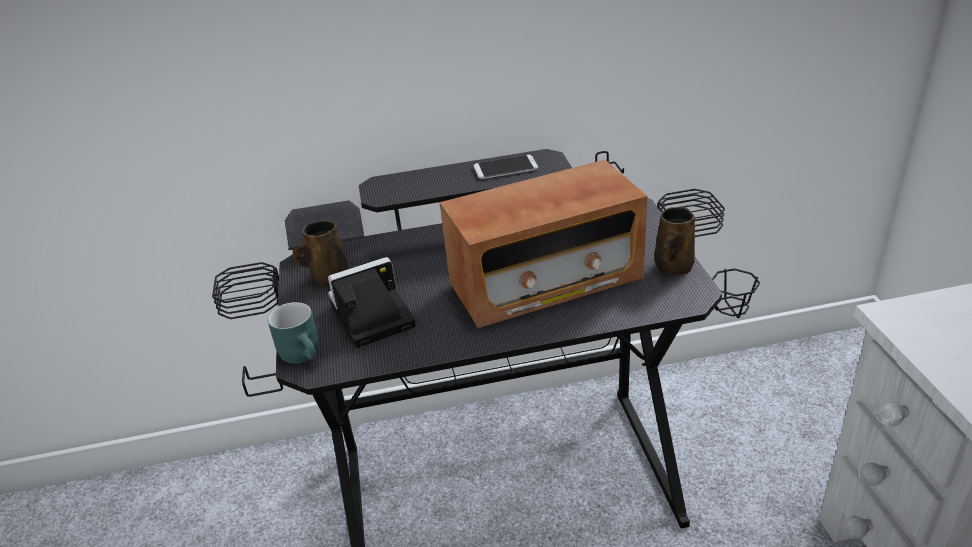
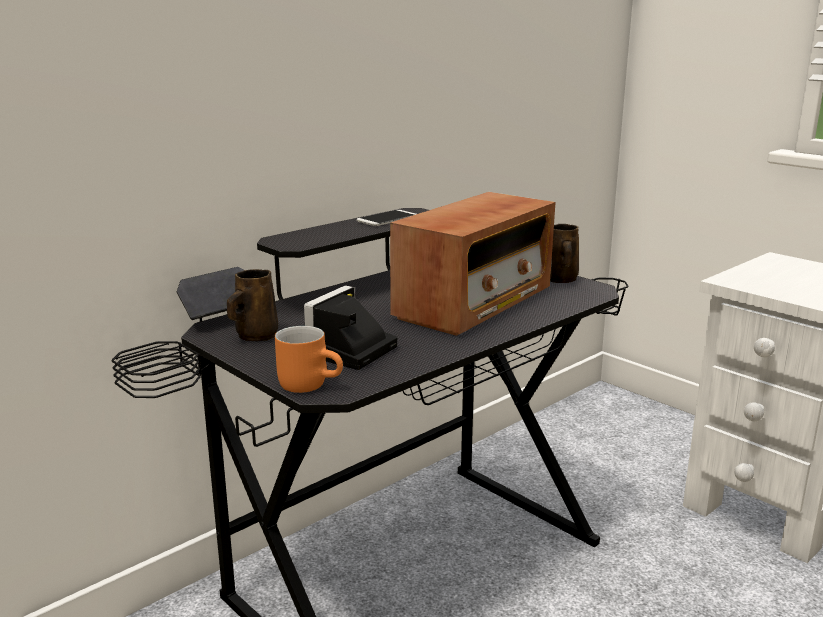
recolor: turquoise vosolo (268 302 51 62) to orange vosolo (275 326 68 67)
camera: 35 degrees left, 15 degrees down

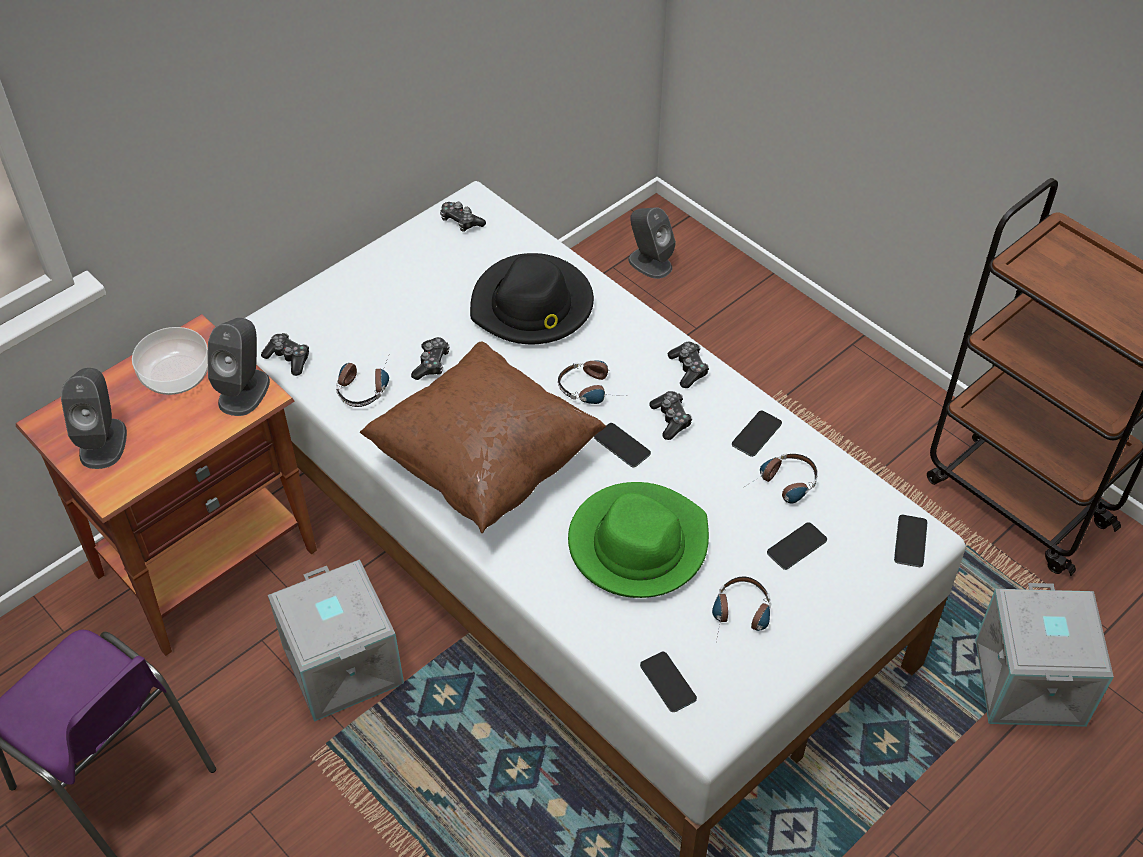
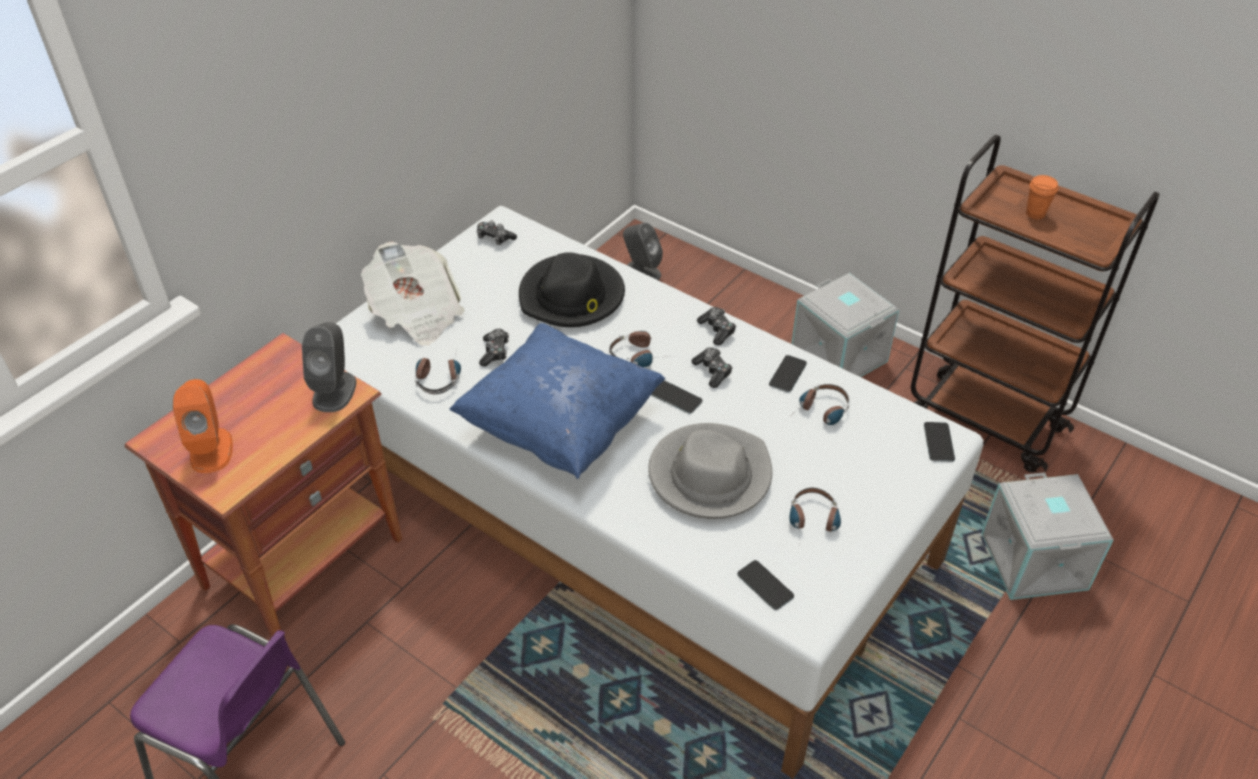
delete: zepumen (132 327 76 68); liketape (261 333 48 43); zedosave (767 522 60 48)
insert: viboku (361 242 104 103); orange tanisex (1026 175 32 44)
move: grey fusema (268 559 136 163) to (791 273 108 104)
recolor: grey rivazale (61 368 66 101) to orange rivazale (173 379 60 94); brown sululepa (360 342 246 191) to blue sululepa (449 323 217 156); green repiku (568 482 141 116) to grey repiku (648 423 124 96)
camera: 10 degrees left, 5 degrees down

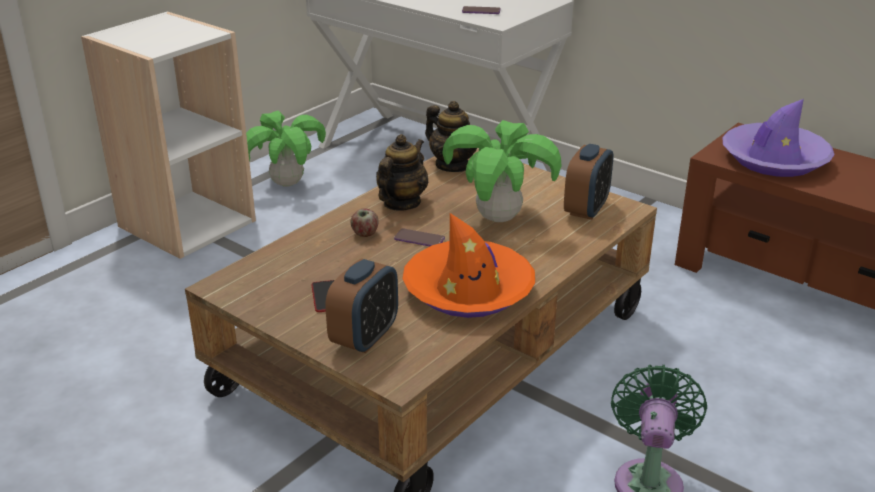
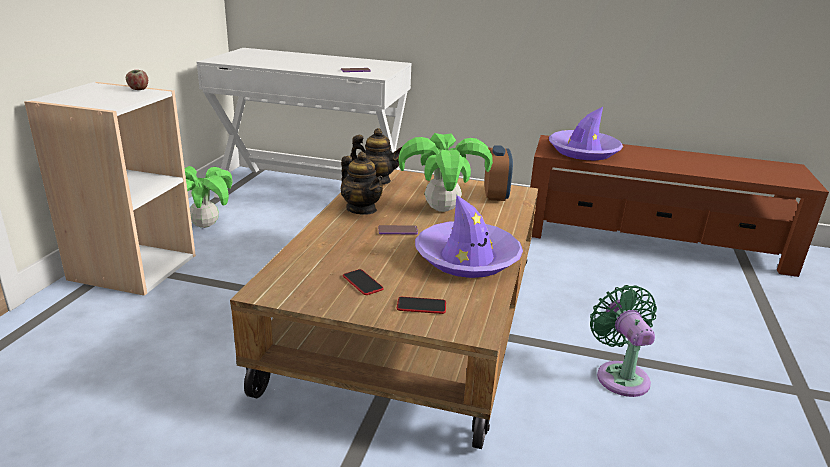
move: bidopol (350 208 29 29) to (126 70 22 20)
replace: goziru (325 259 73 94) to zedosave (397 297 49 17)
recolor: orange repiku (402 213 133 105) to purple repiku (415 195 108 83)
rotate: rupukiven (376 134 52 76) = (341 152 42 63) 135 degrees clockwise
camera: 25 degrees left, 5 degrees down

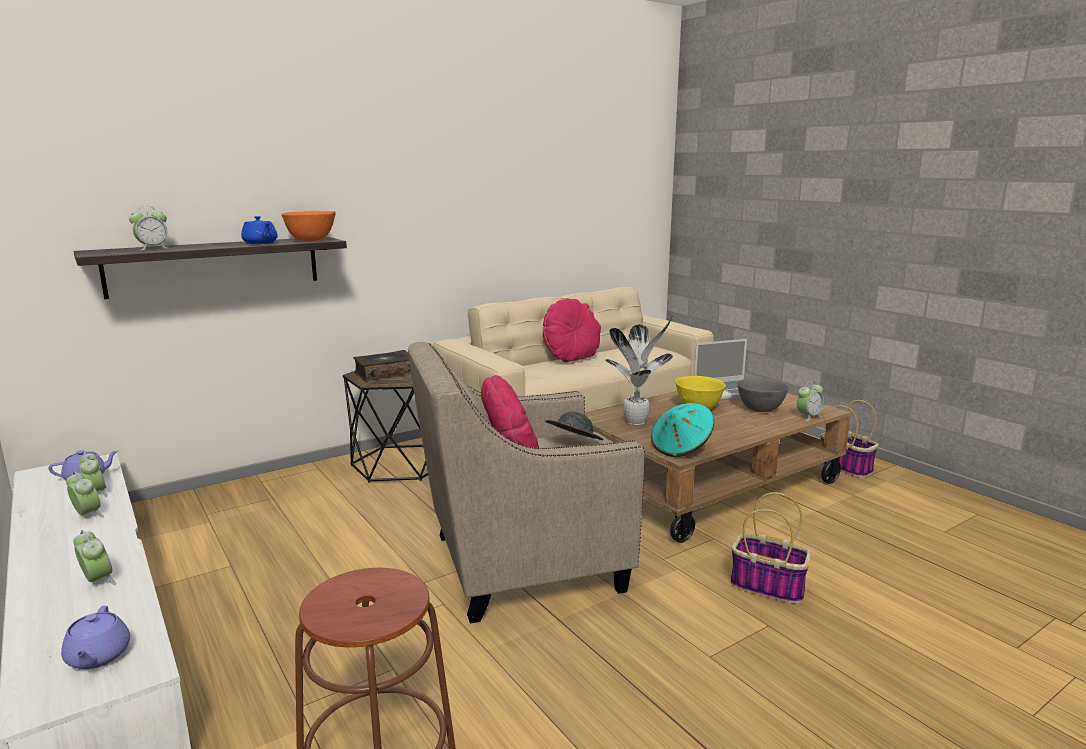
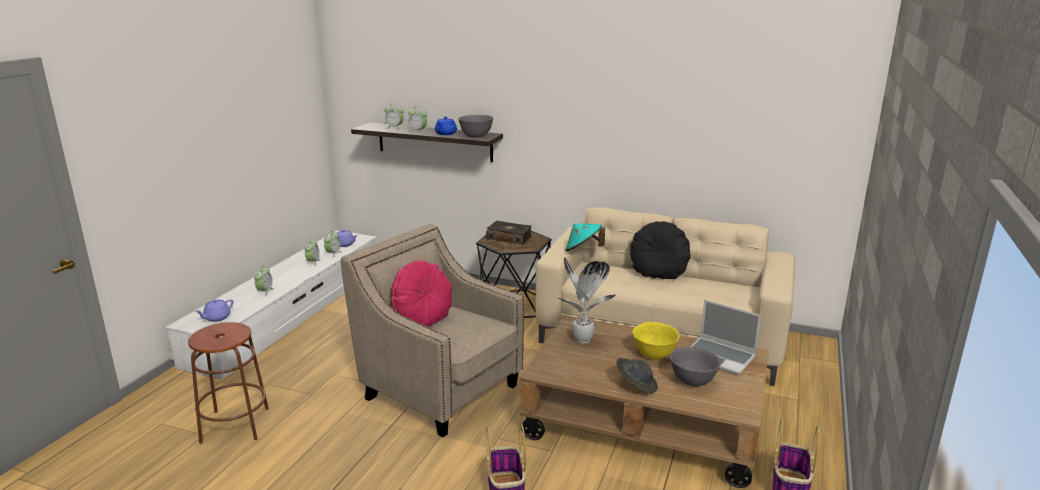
move: goziru (797 381 27 40) to (408 107 19 26); turquoise repiku (651 403 63 54) to (565 224 40 27); grey repiku (545 412 58 28) to (616 358 42 35)
recolor: orange zepumen (281 211 55 30) to grey zepumen (458 115 35 23); pink sululepa (543 298 58 64) to black sululepa (630 221 61 58)
camera: 55 degrees right, 5 degrees up

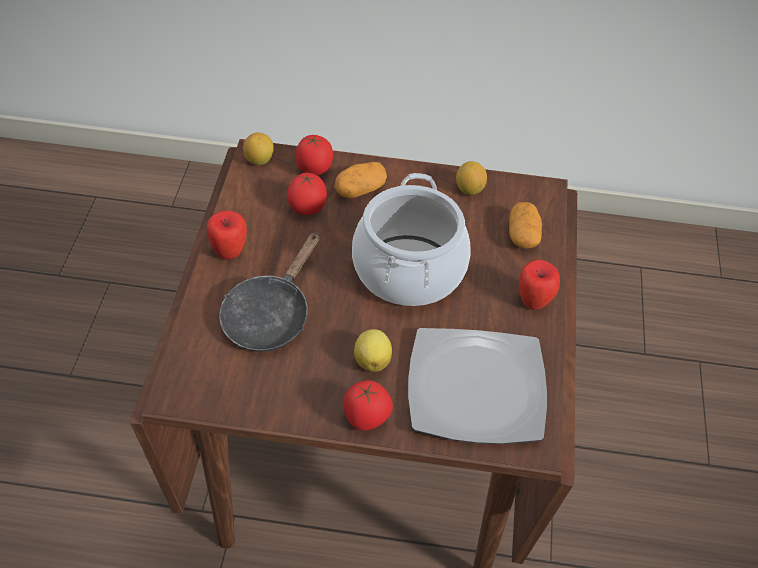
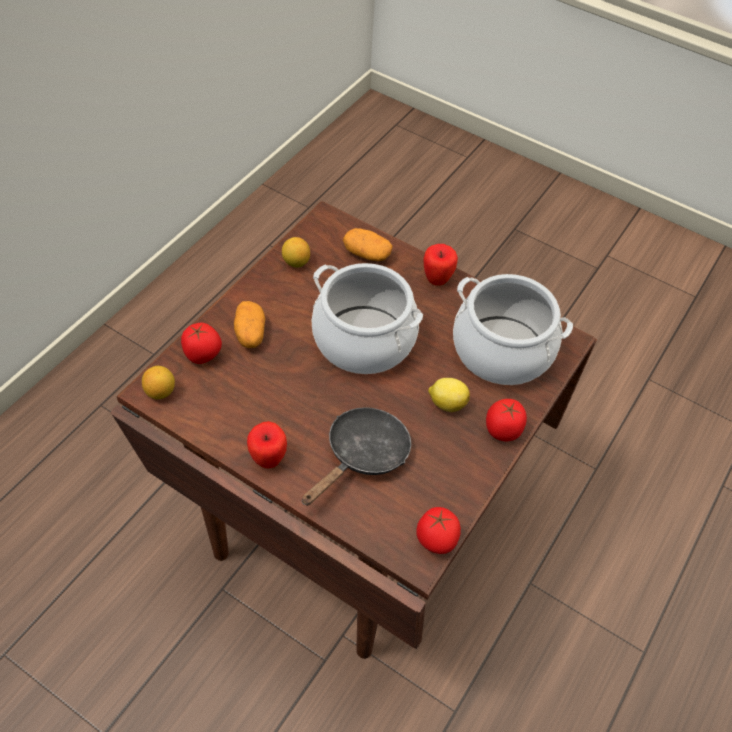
move: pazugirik (287 172 40 43) to (416 507 45 47)
replace: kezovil (408 328 139 116) to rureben (453 274 120 111)
rotate: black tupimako (219 232 101 120) = (302 407 109 99) 105 degrees counterclockwise
camera: 65 degrees left, 5 degrees up

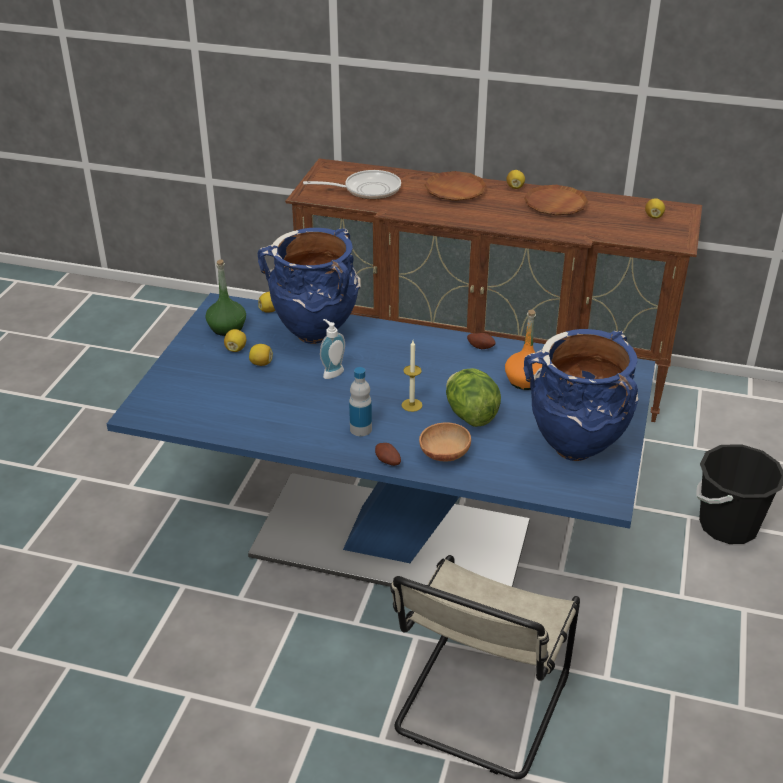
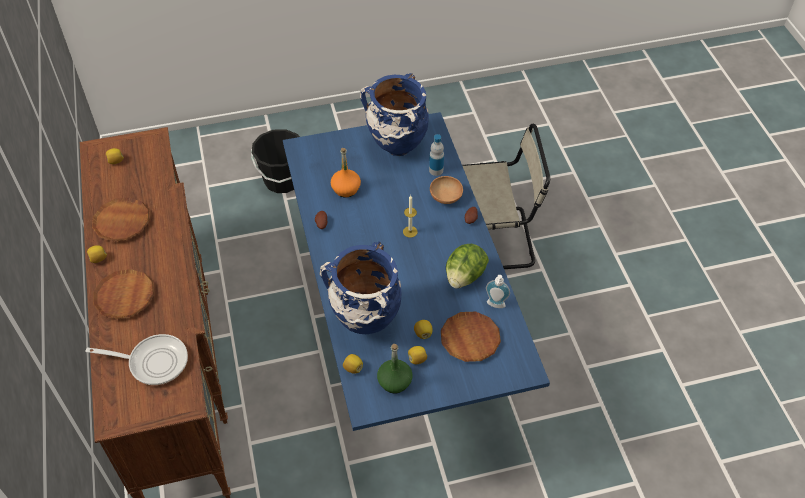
insert: brown kezovil (441 312 60 50)
move: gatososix (349 367 23 69) to (429 134 15 42); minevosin (446 368 55 59) to (446 244 43 44); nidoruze (320 319 25 60) to (486 275 24 33)
rotate: tupimako (303 170 98 29) = (85 334 103 51) 135 degrees clockwise
camera: 120 degrees left, 15 degrees up

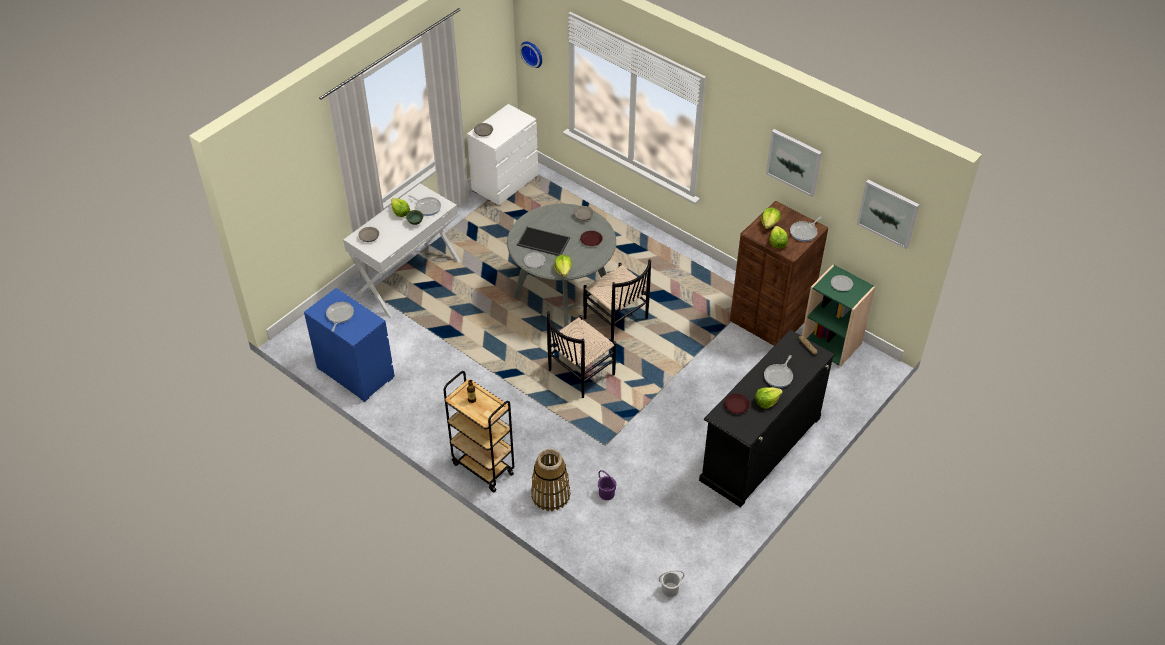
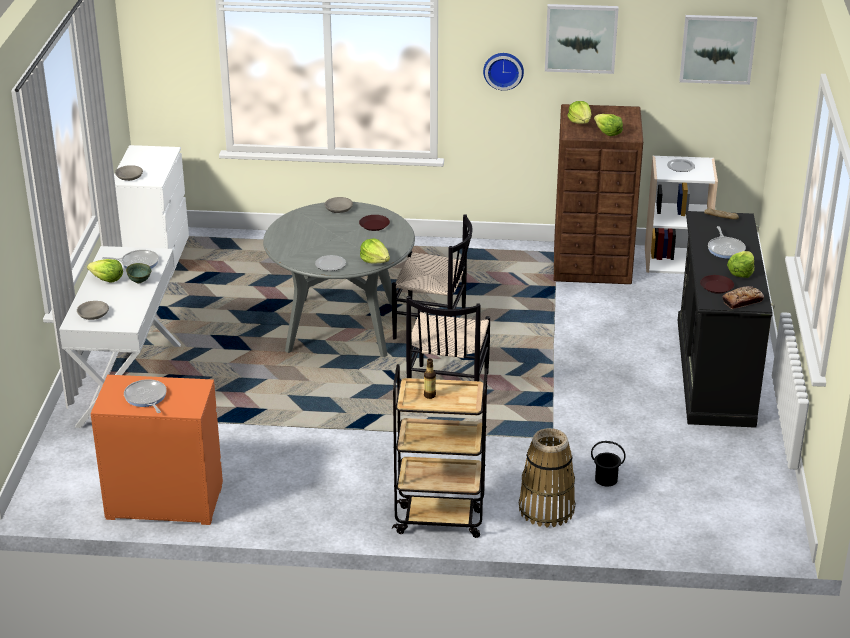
delete: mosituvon (517 227 53 29); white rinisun (659 570 25 27); tupimako (790 216 32 26)
insert: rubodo (722 286 42 23)
move: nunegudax (520 41 22 27) to (483 53 41 37)
recolor: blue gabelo (304 288 91 114) to orange gabelo (90 375 133 150); purple rinisun (598 470 18 30) to black rinisun (591 441 35 46); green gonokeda (802 264 74 103) to white gonokeda (645 156 73 118)
camera: 35 degrees left, 15 degrees down

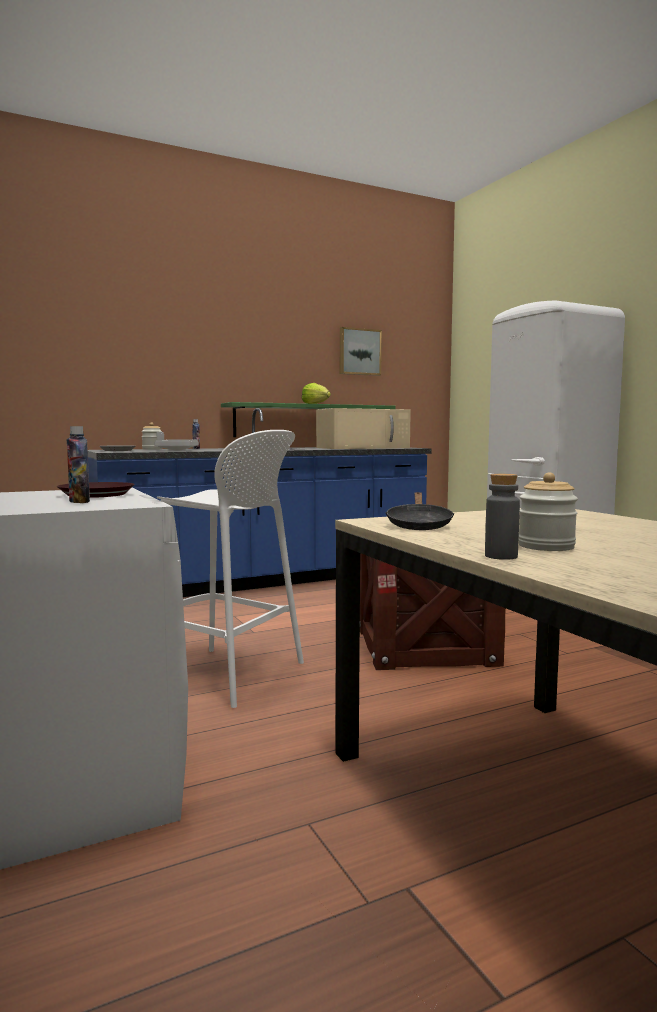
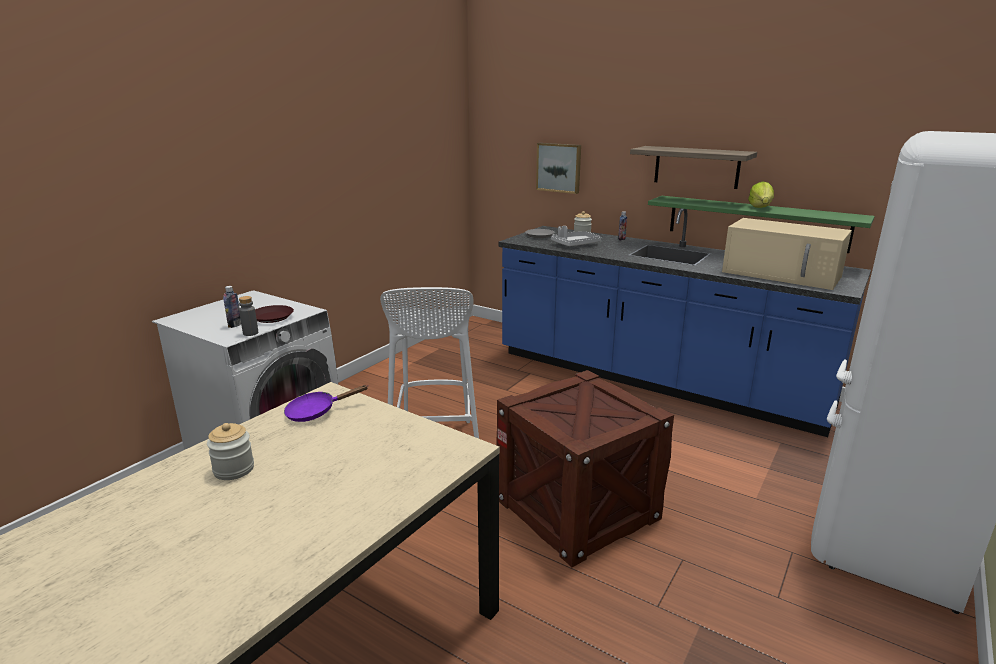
insert: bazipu (630 146 127 43)
move: grey gatososix (485 474 35 86) to (239 296 19 40); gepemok (340 327 42 49) to (536 143 45 51)
recolor: black tupimako (385 492 70 38) to purple tupimako (284 385 84 37)
camera: 60 degrees right, 15 degrees up

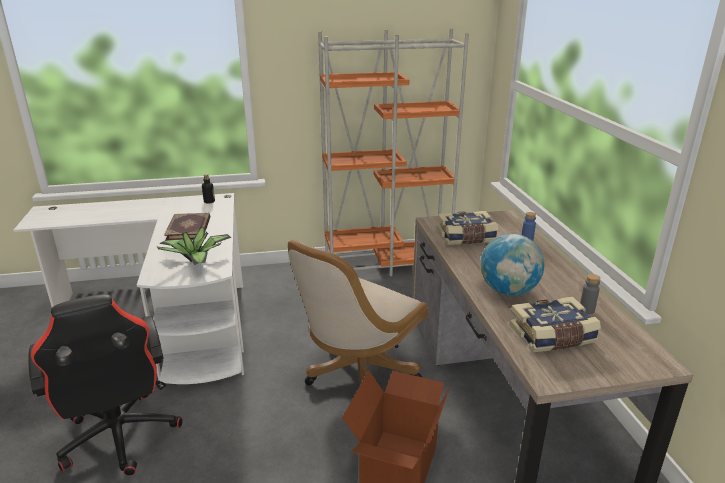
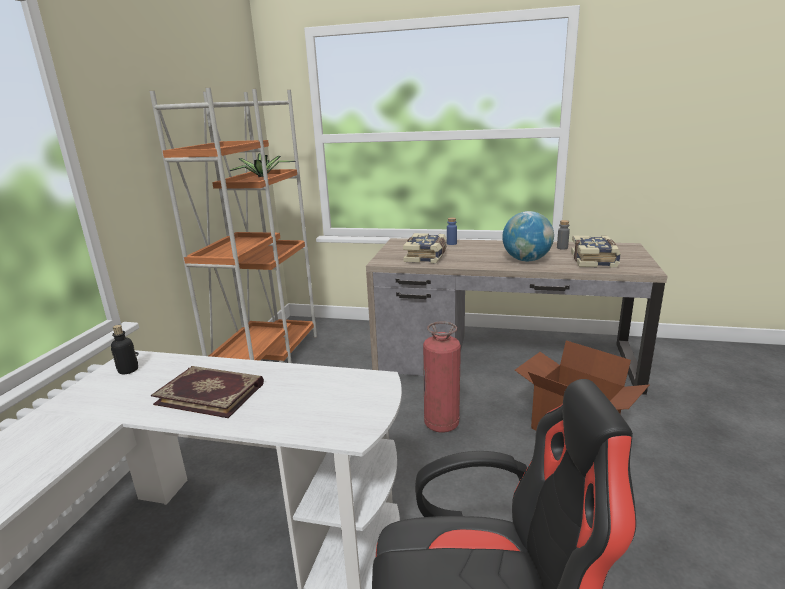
move: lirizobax (157 227 74 38) to (229 153 67 24)
replace: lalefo (288 240 140 145) to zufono (423 321 38 112)
camera: 65 degrees left, 5 degrees down

